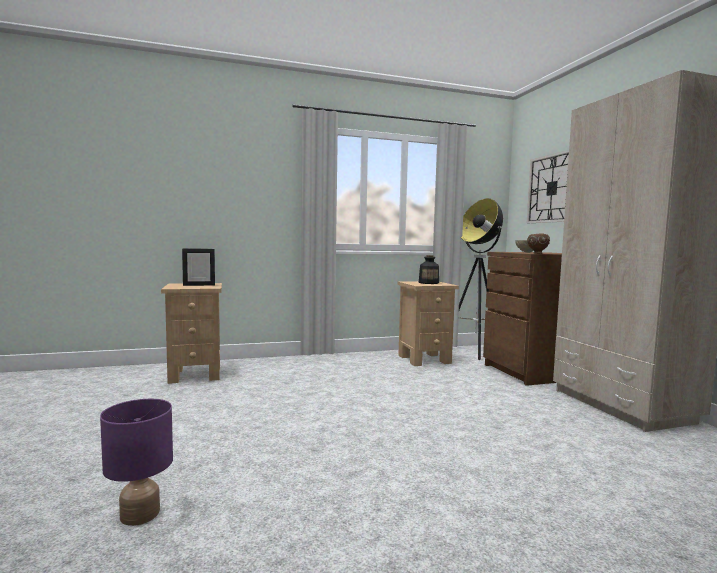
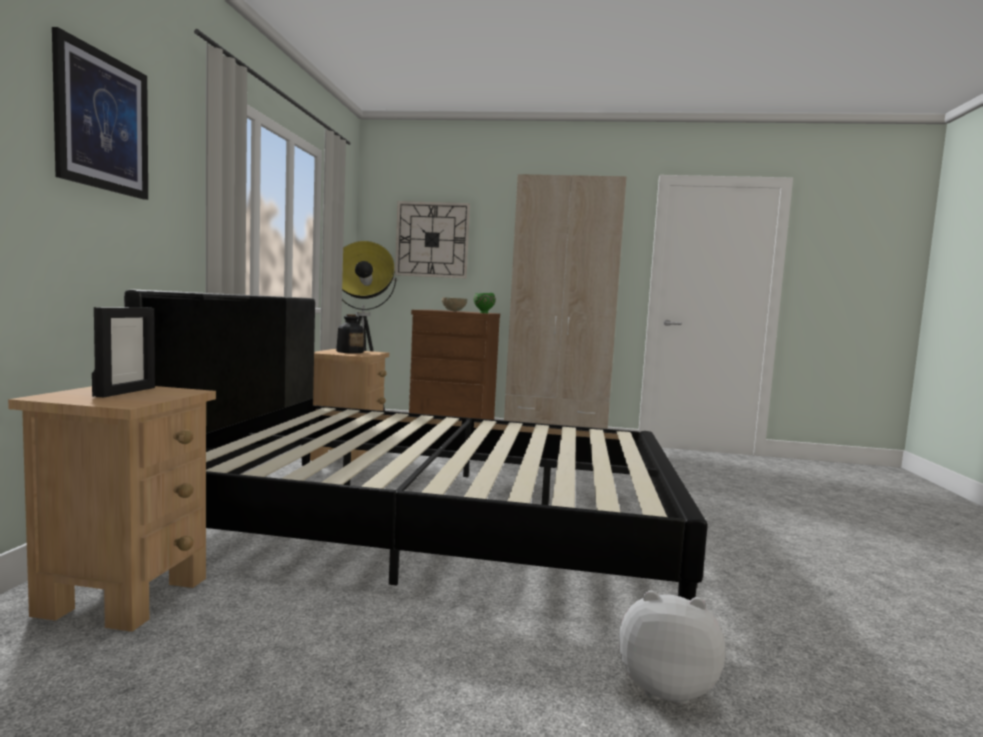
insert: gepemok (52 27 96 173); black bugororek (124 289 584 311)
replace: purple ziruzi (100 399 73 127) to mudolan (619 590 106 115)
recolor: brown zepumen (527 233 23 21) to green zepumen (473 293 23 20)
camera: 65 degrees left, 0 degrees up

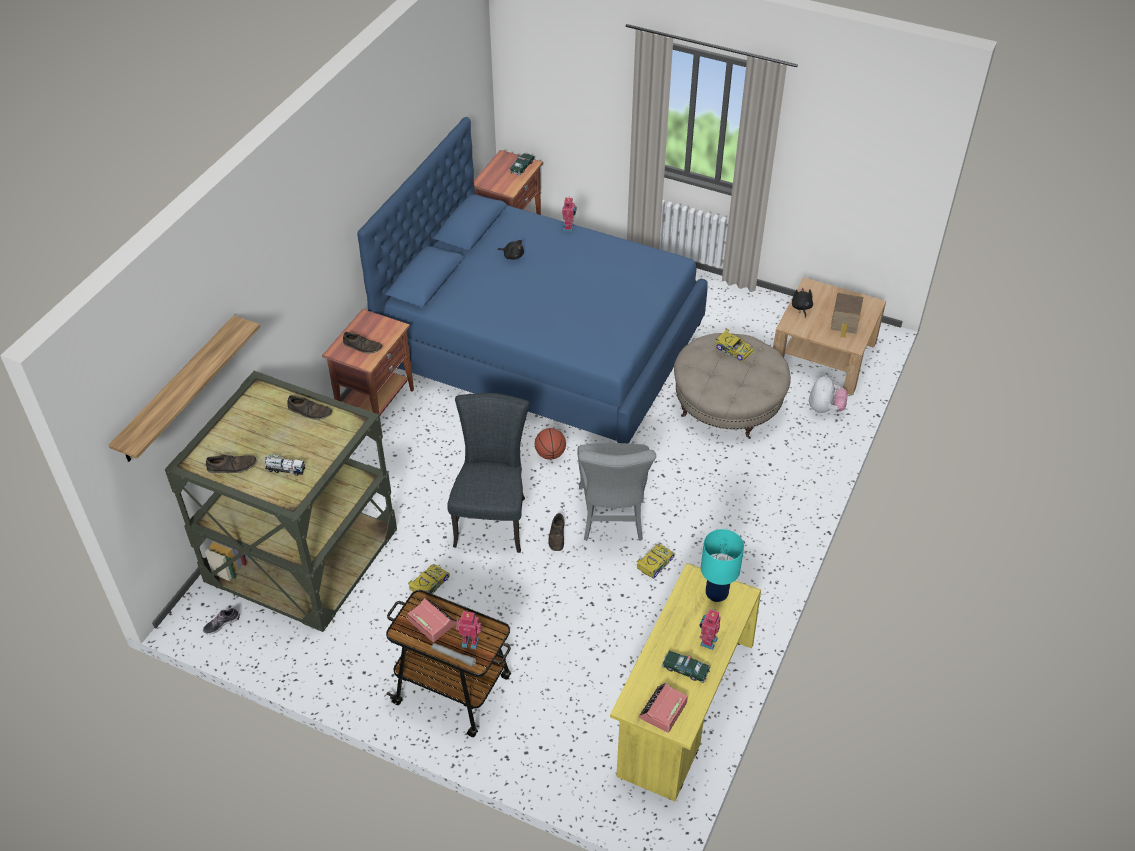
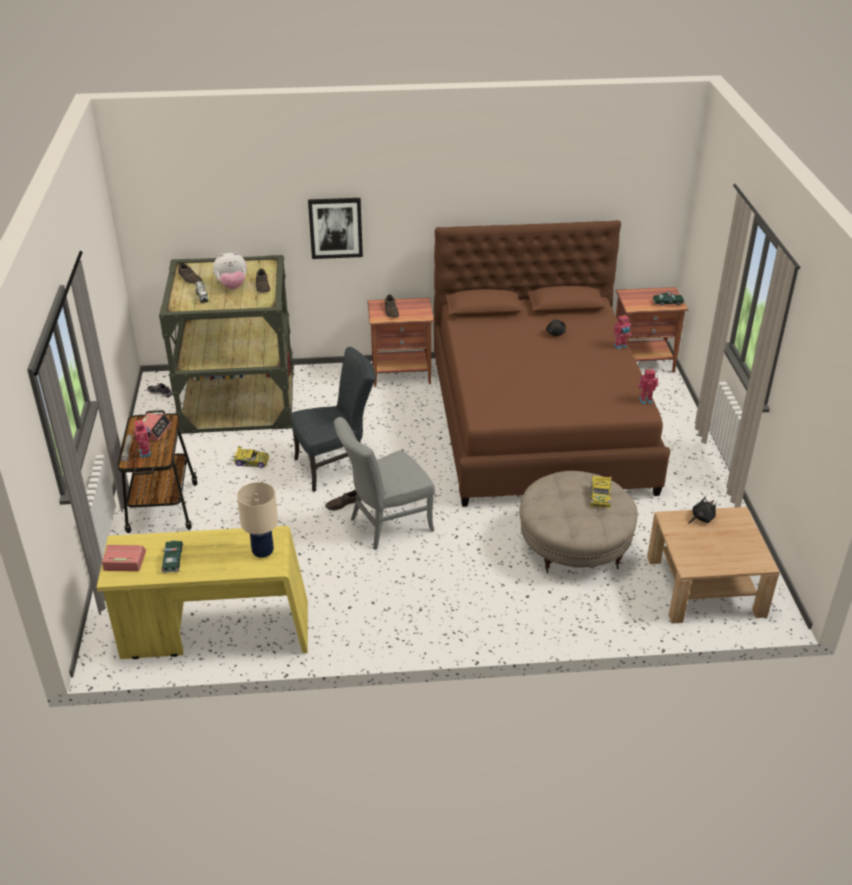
delete: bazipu (109 315 151 147); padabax (535 428 31 32); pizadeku (637 543 38 36); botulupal (831 293 33 45)
insert: gepemok (308 198 55 61)
move: mudolan (809 375 39 38) to (213 252 34 37); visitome (699 609 22 41) to (638 369 20 35)
recolor: turquoise ziruzi (701 529 43 73) to beige ziruzi (237 482 41 76); blue bugororek (357 117 351 326) to brown bugororek (434 220 236 287)
camera: 60 degrees right, 10 degrees down

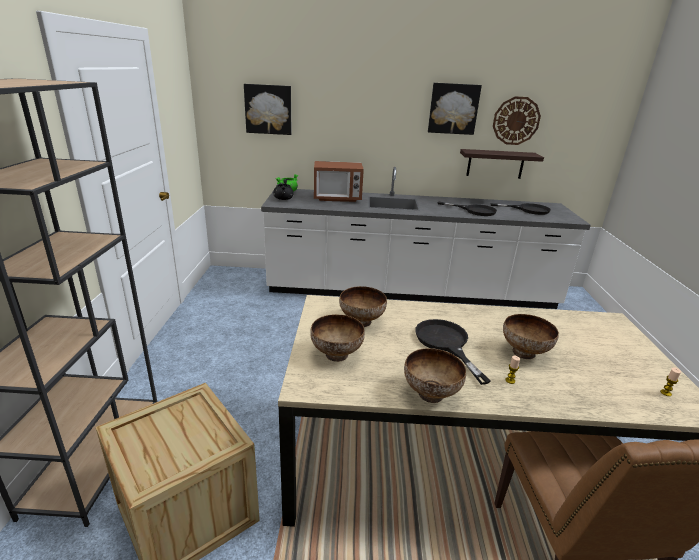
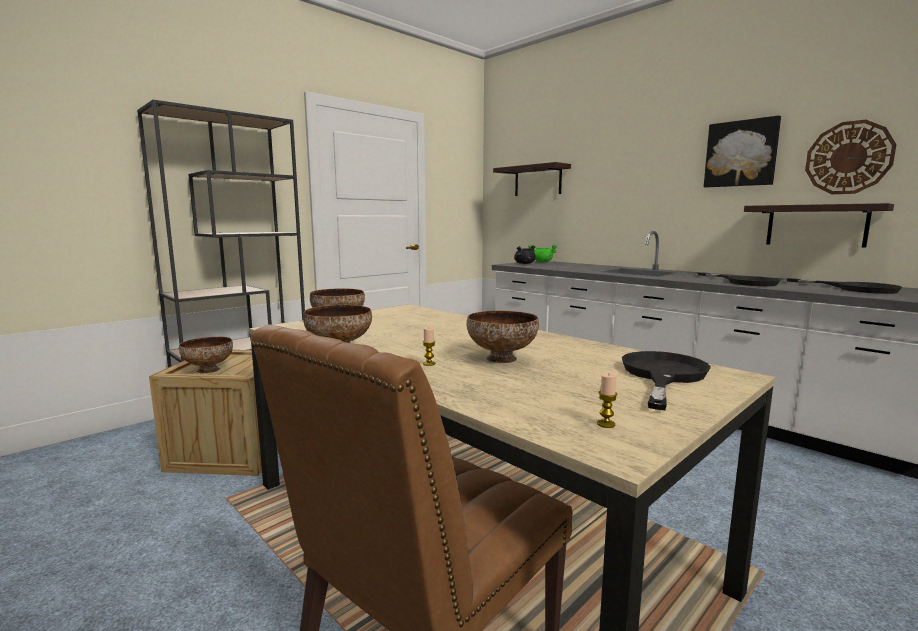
delete: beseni (314 161 50 41)
move: zepumen (339 286 48 41) to (179 337 54 36); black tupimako (415 319 75 66) to (622 351 89 59)
replace: gepemok (244 84 48 51) to bazipu (493 162 78 34)
camera: 45 degrees right, 15 degrees down

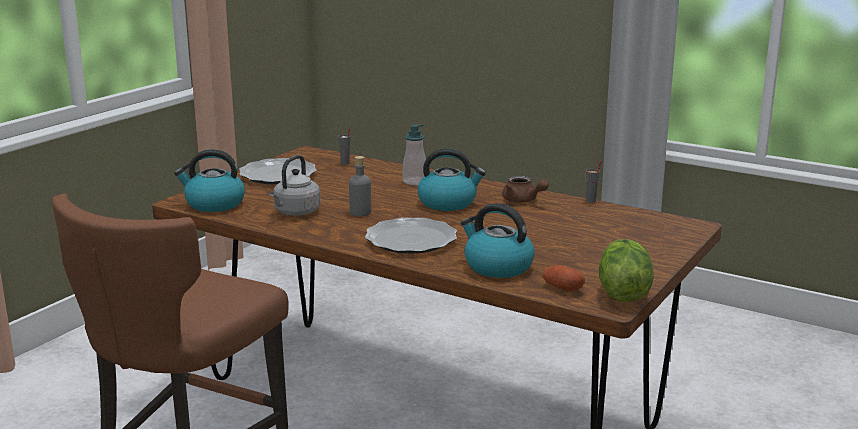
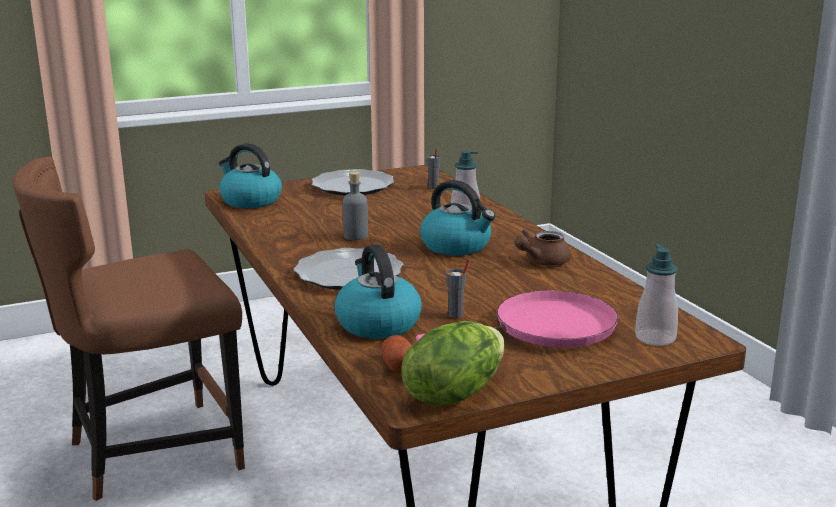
delete: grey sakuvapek (269 155 52 61)
insert: pink tupimako (416 290 202 58); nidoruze (635 244 43 102)
move: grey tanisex (586 160 16 43) to (446 260 23 58)
rotate: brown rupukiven (502 176 47 26) = (515 229 56 37) 60 degrees clockwise
camera: 35 degrees right, 0 degrees up

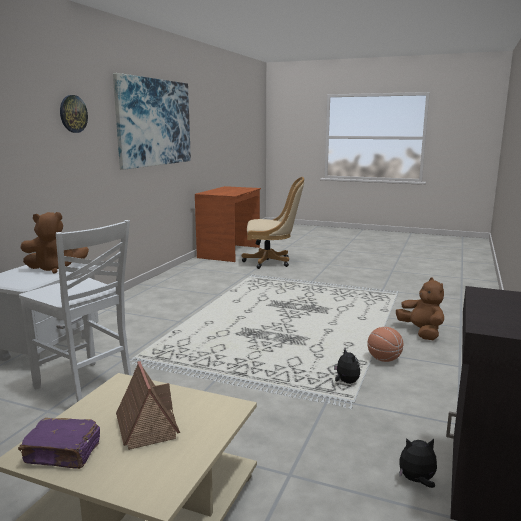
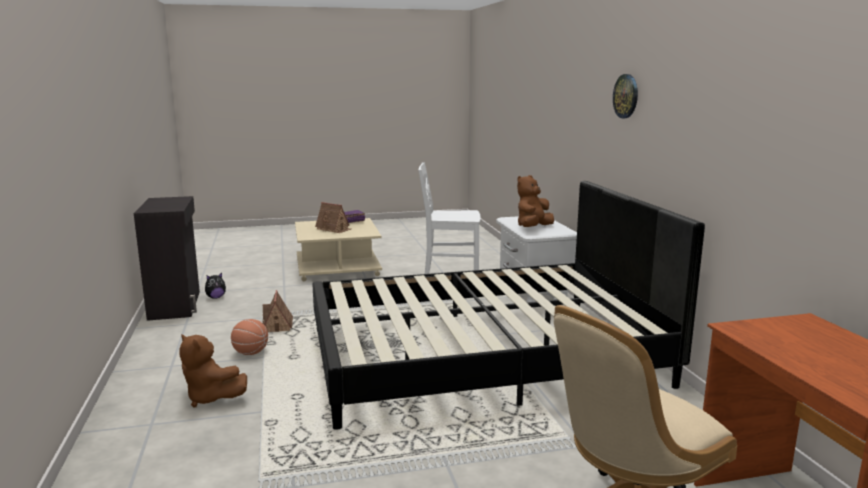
delete: gepemok (113 73 78 97)
insert: black bugororek (312 181 393 249)
replace: mudolan (334 348 26 36) to botulupal (262 290 31 42)
camera: 145 degrees right, 0 degrees up

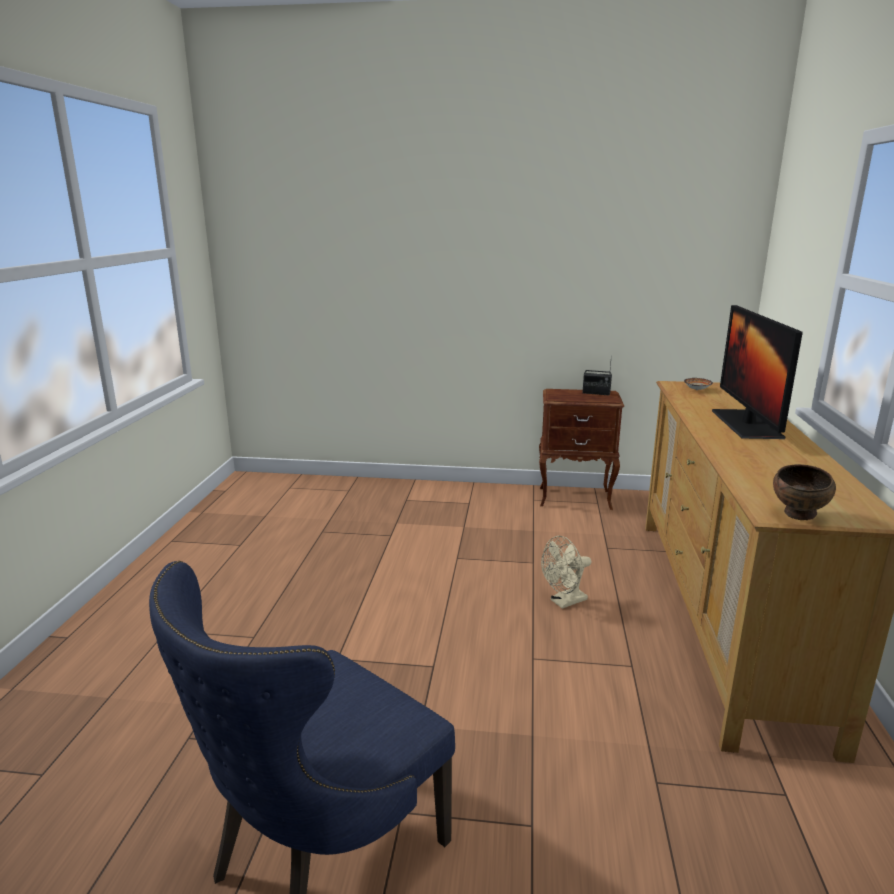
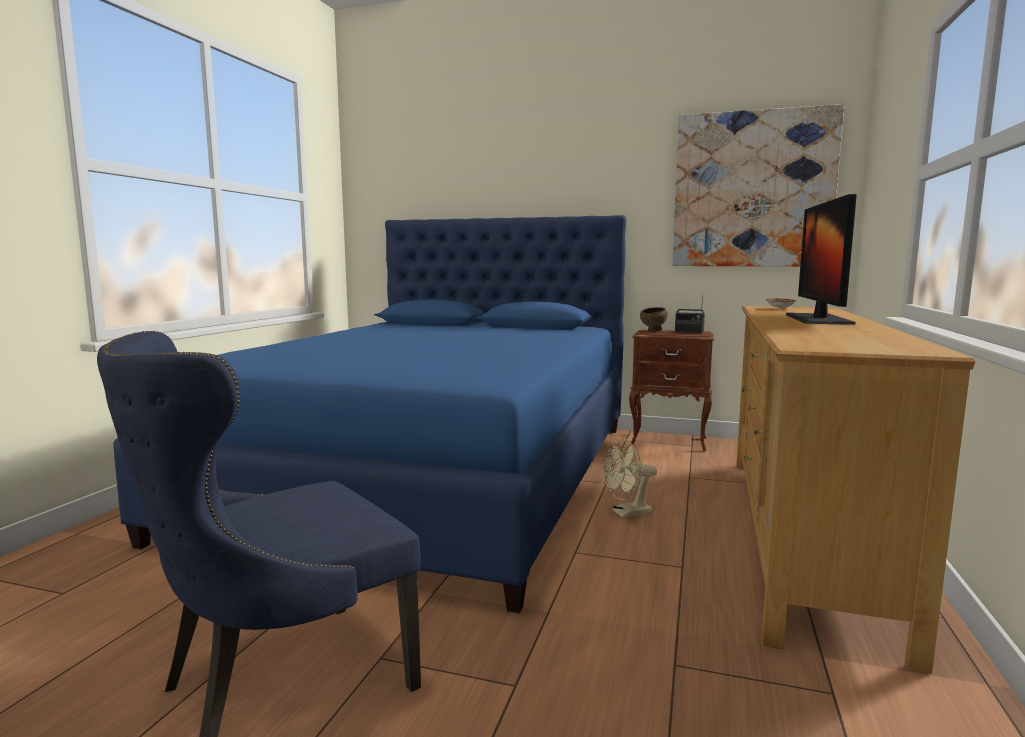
insert: blue bugororek (113 215 513 398); gepemok (672 104 172 162)
move: brown zepumen (773 464 63 56) to (640 307 28 25)
camera: 10 degrees right, 10 degrees down

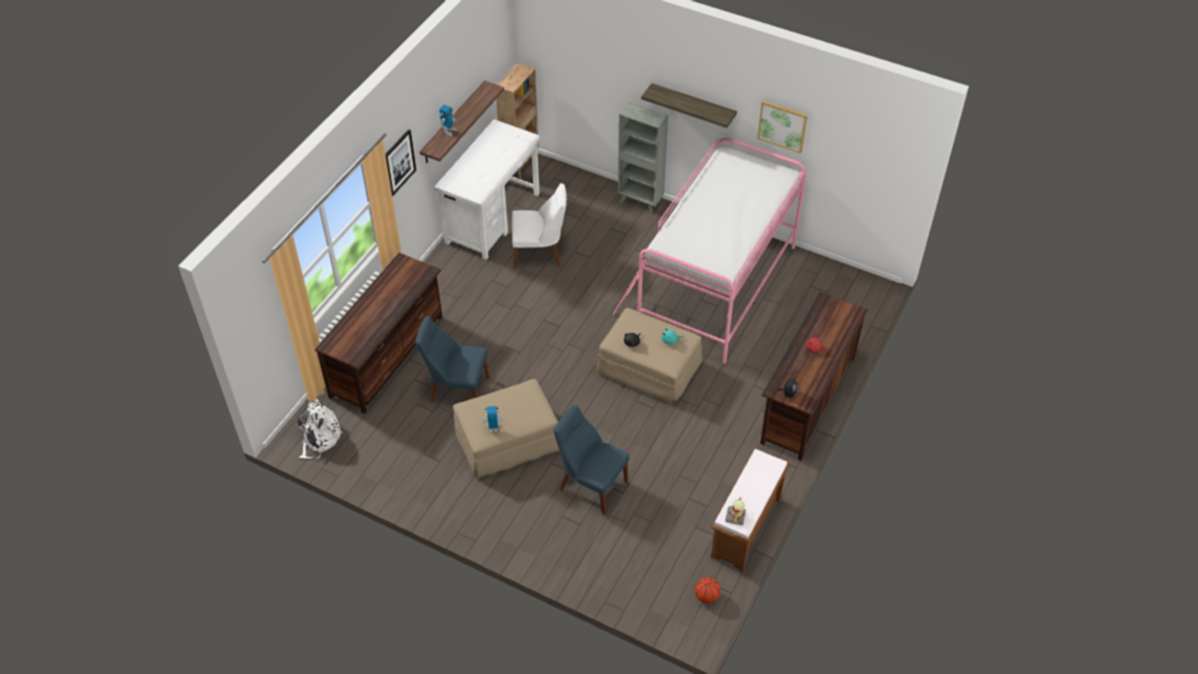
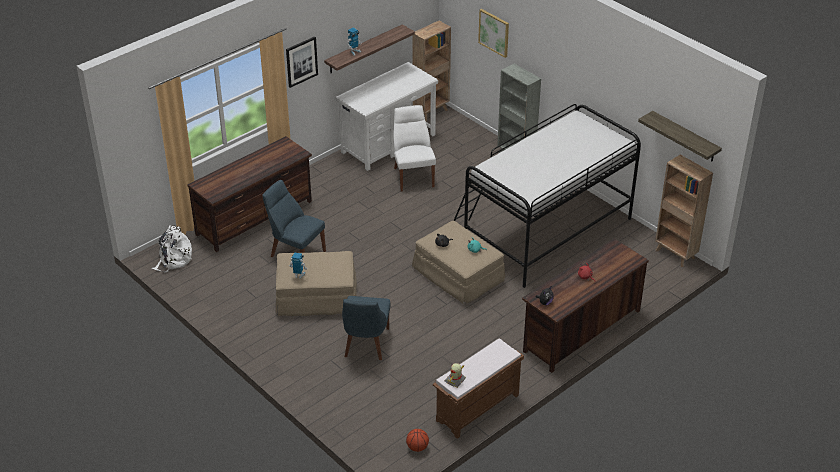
insert: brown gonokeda (655 155 58 112)
move: gepemok (757 100 51 54) to (478 9 31 49); bazipu (641 83 96 45) to (638 111 84 51)
recolor: pink bugororek (613 138 194 226) to black bugororek (453 104 188 184)
rotate: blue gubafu (554 405 75 110) = (342 296 49 64) 135 degrees counterclockwise; white gubafu (512 183 55 85) = (393 105 43 87) 120 degrees counterclockwise
camera: 20 degrees right, 10 degrees down

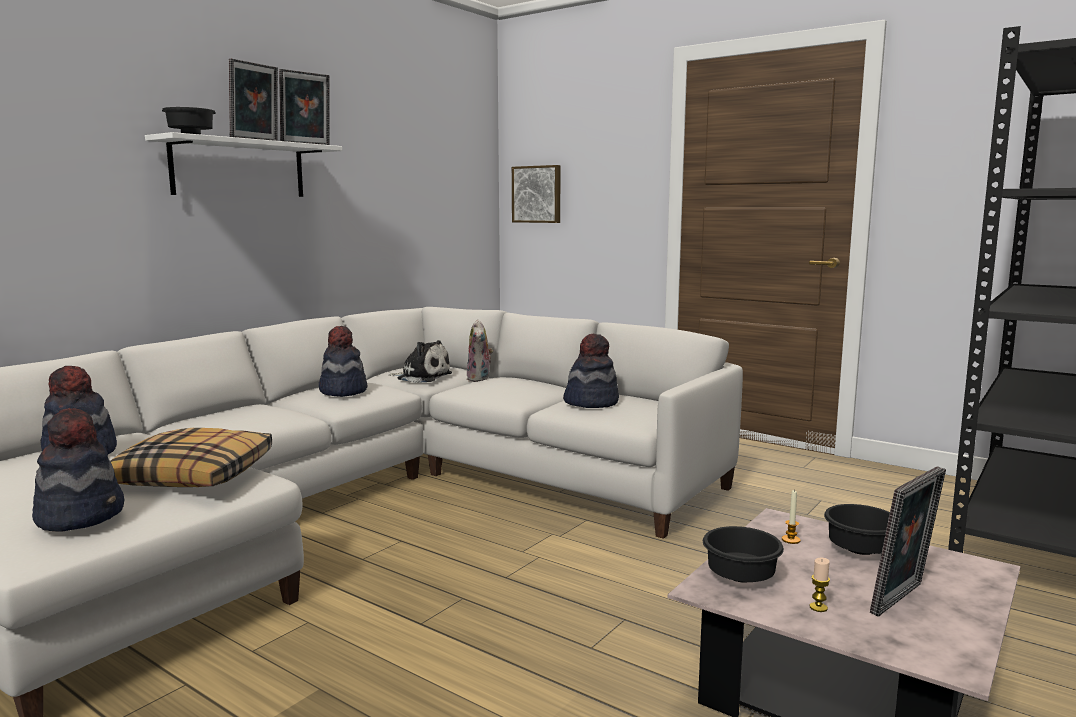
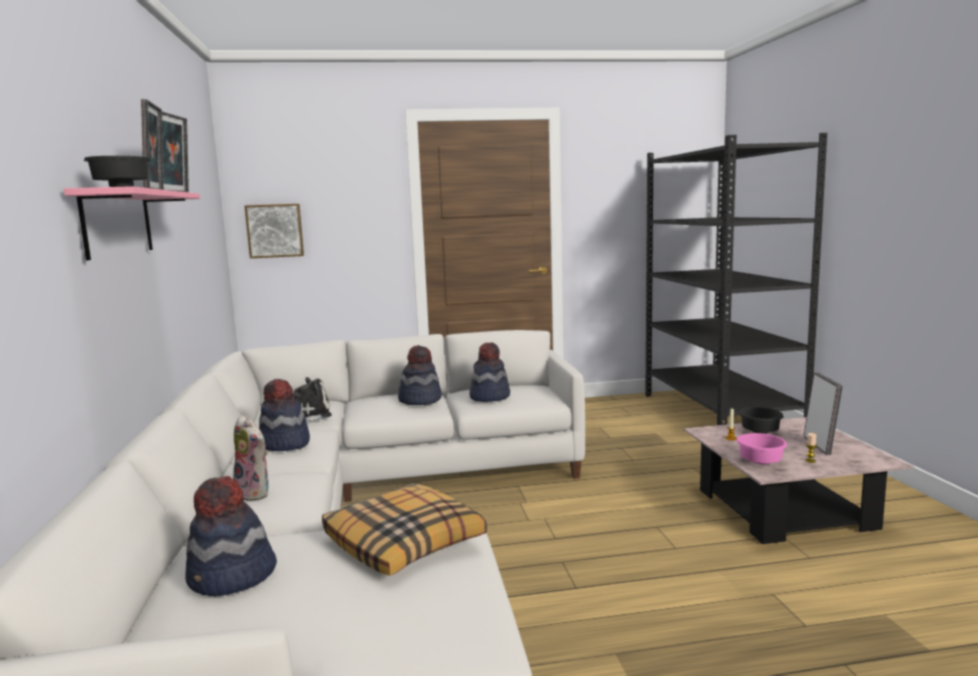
move: mudolan (467 319 26 63) to (233 415 35 87); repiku (32 408 92 124) to (398 345 44 60)
recolor: white bazipu (145 132 197 65) to pink bazipu (64 186 136 74); black zepumen (703 526 81 56) to pink zepumen (737 433 50 32)
camera: 45 degrees left, 0 degrees up

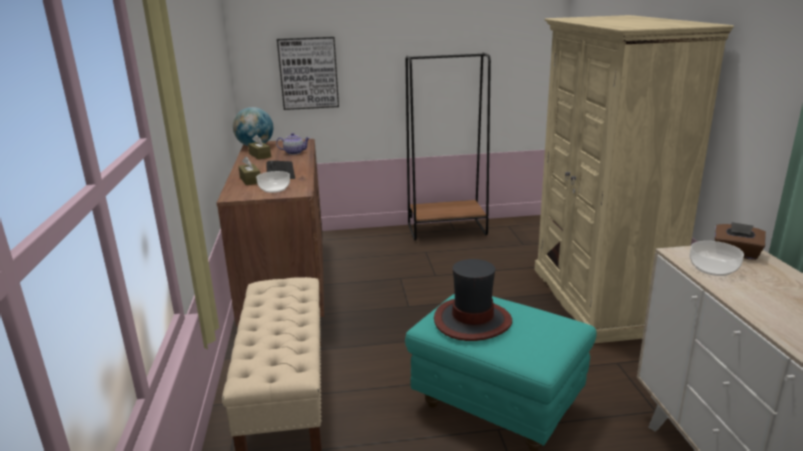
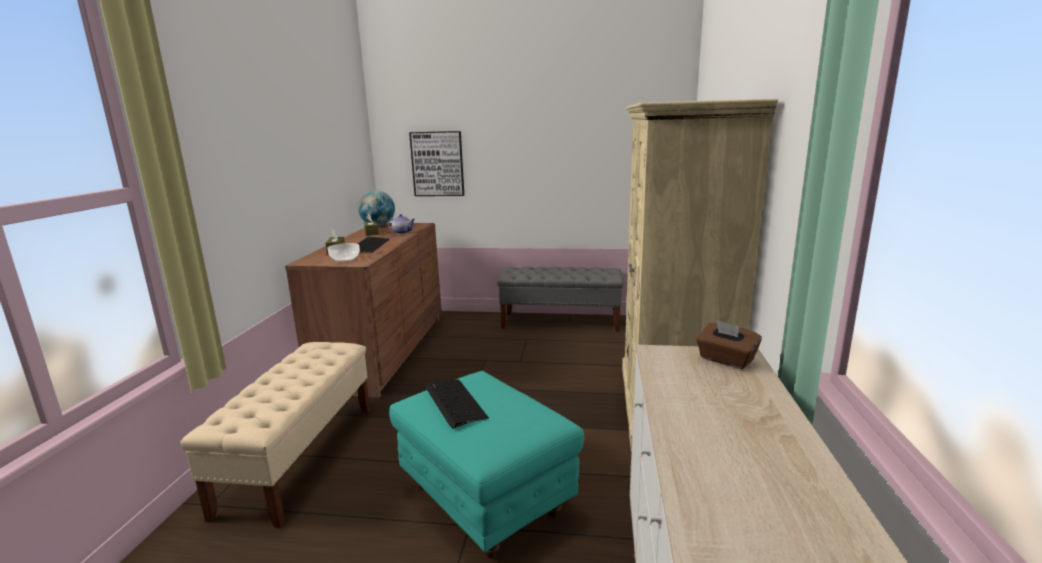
delete: zepumen (690 241 54 35)
replace: repiku (434 259 78 82) to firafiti (425 379 64 49); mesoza (406 53 85 188) to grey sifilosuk (497 267 126 65)
camera: 15 degrees right, 5 degrees down

